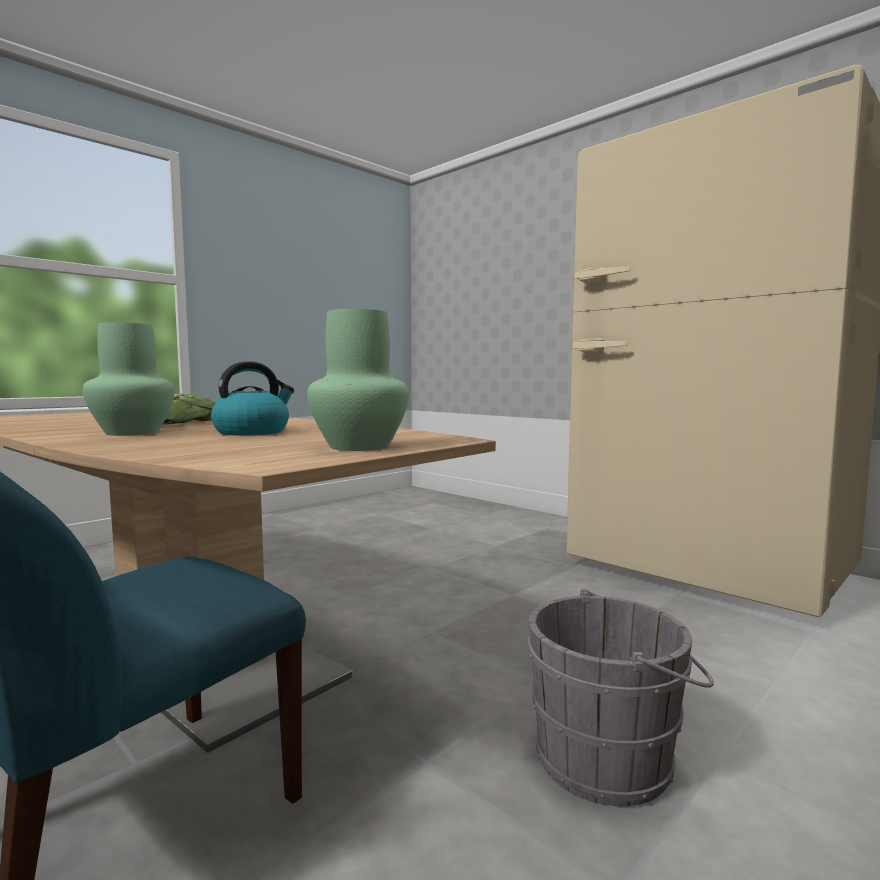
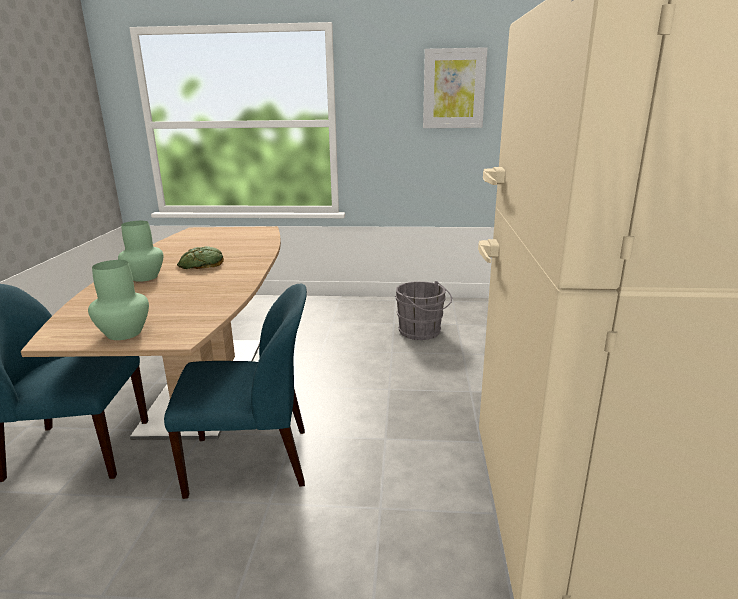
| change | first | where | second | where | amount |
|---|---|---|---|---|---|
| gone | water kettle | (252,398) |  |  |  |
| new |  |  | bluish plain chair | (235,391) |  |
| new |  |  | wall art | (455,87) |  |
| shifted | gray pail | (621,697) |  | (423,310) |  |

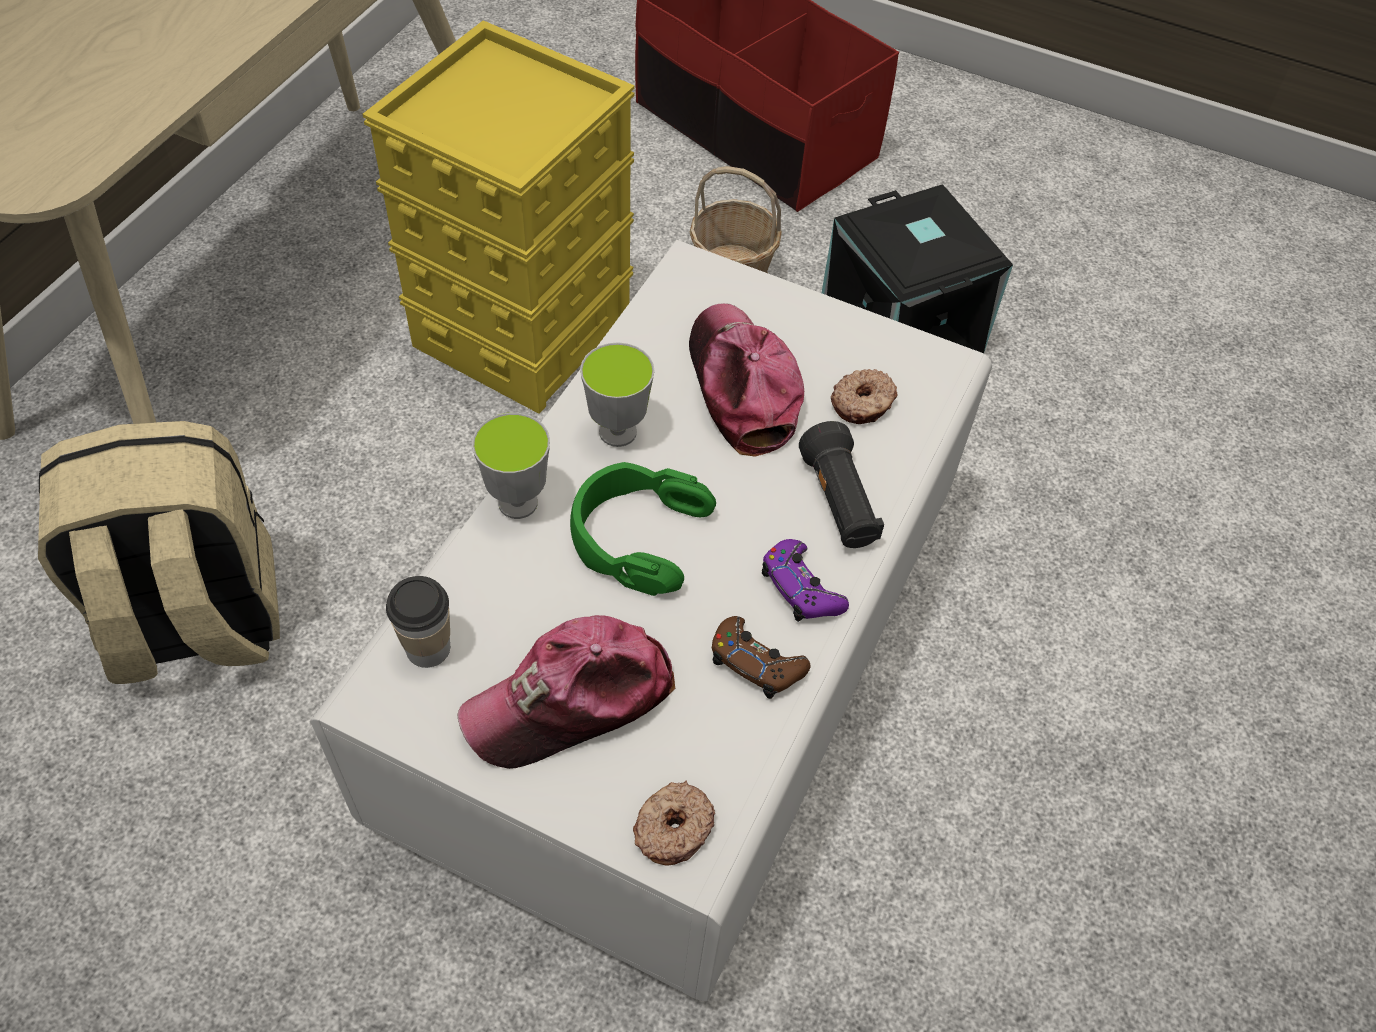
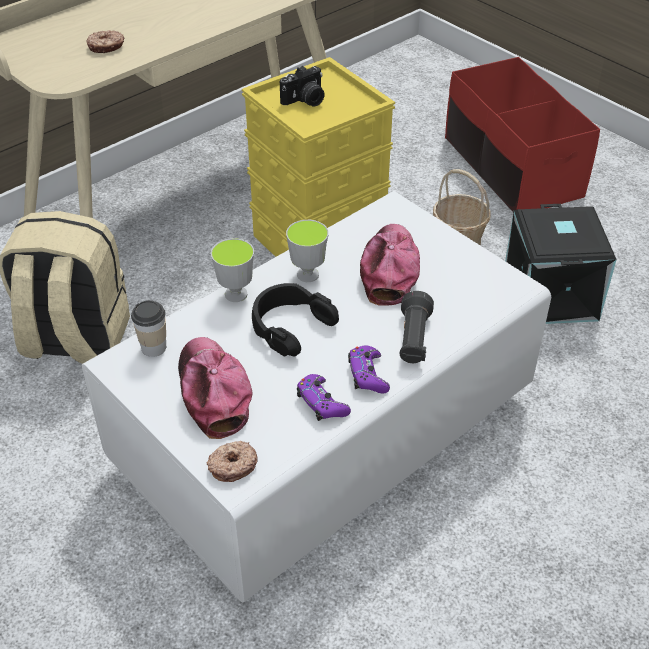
| change | first | where | second | where | amount |
|---|---|---|---|---|---|
| new |  |  | photo camera | (302,86) |  |
| shifted | ring doughnut | (864,396) |  | (105,41) |  |
| repainted | green headphones | (643,529) | black headphones | (295,319) |  |
| repainted | brown gamepad | (761,657) | purple gamepad | (324,397) |  |
| rotated | baseball cap | (566,692) |  | (215,388) | 75 degrees clockwise |

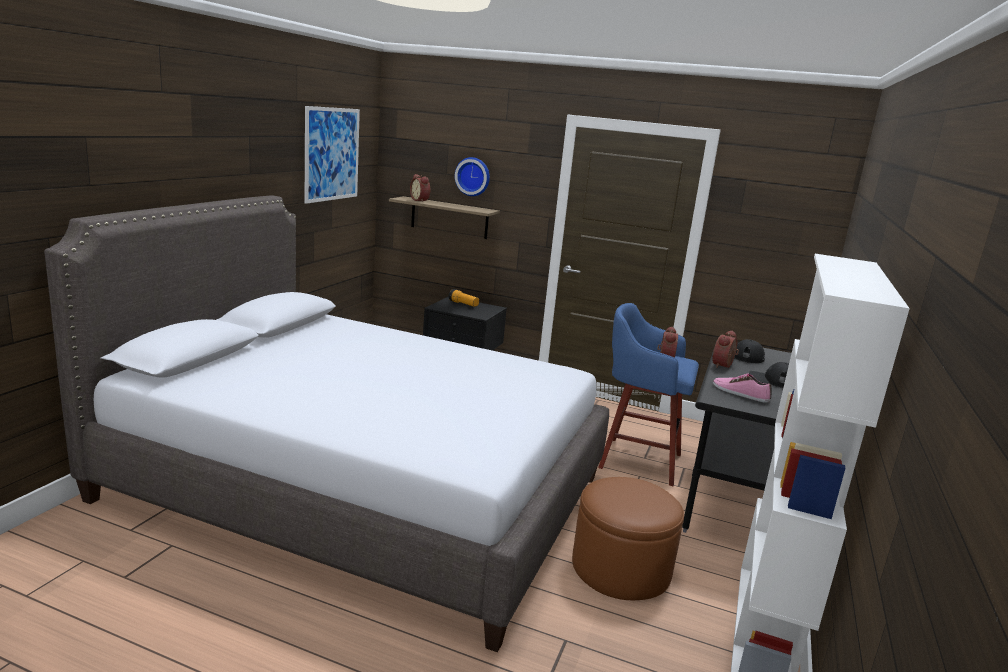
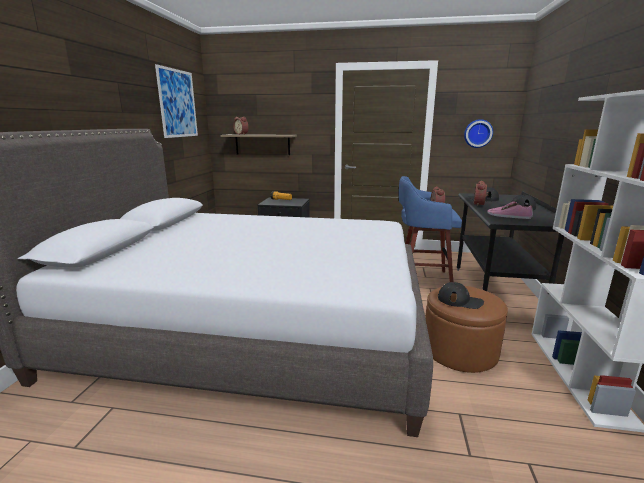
| change | first | where | second | where | amount |
|---|---|---|---|---|---|
| new |  |  | black baseball cap | (461,295) |  |
| shifted | clock on the wall | (472,176) |  | (478,133) |  |

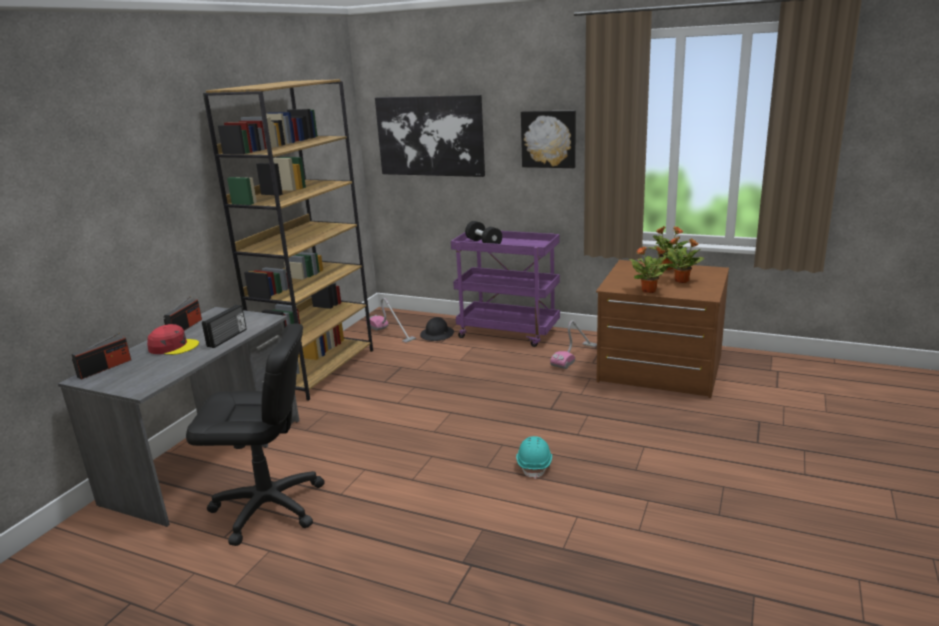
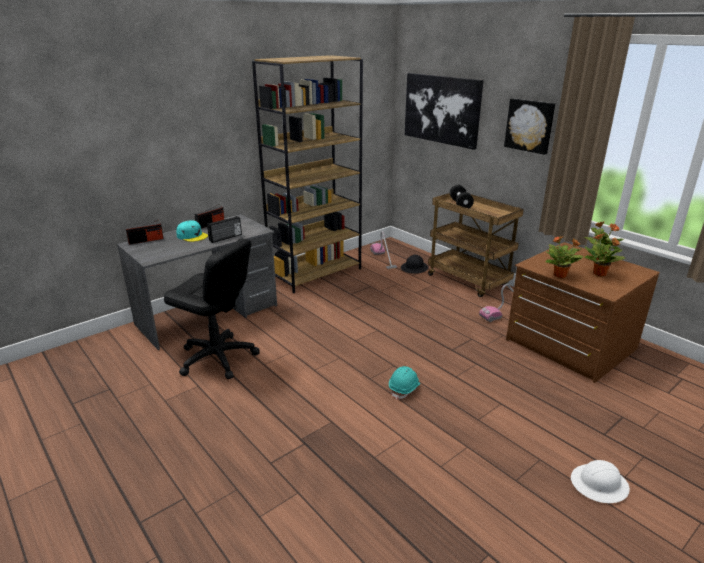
| change | first | where | second | where | amount |
|---|---|---|---|---|---|
| new |  |  | white hard hat | (600,481) |  |
| repainted | red baseball cap | (173,339) | turquoise-coloured baseball cap | (192,231) |  |
| repainted | purple cart | (505,289) | brown cart | (476,245) |  |

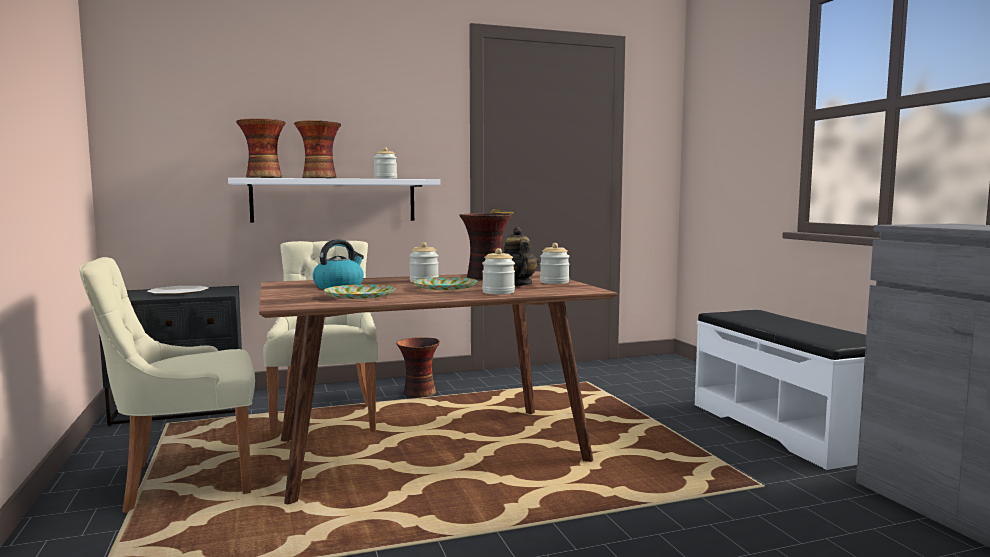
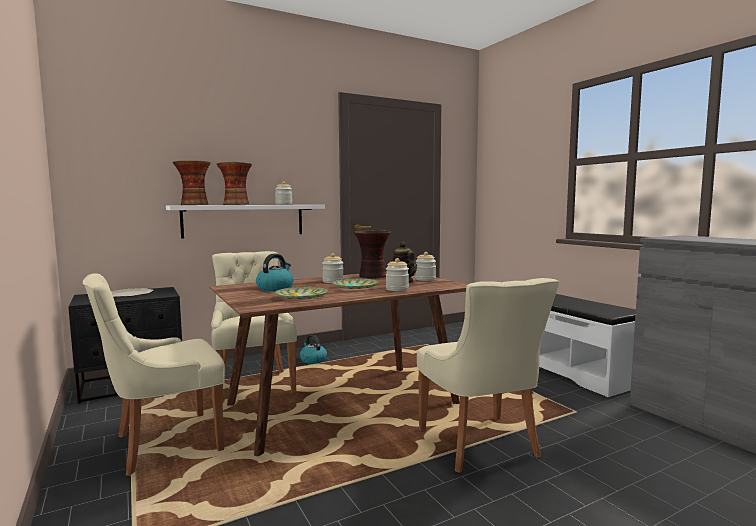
| change | first | where | second | where | amount |
|---|---|---|---|---|---|
| new |  |  | beige-coloured plain chair | (488,375) |  |
| swapped | decorative vase | (418,367) | water kettle | (313,349) |  |

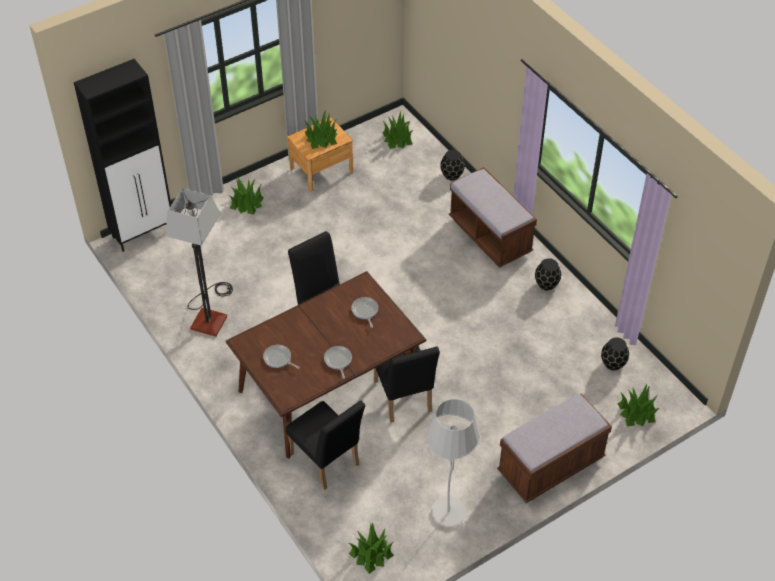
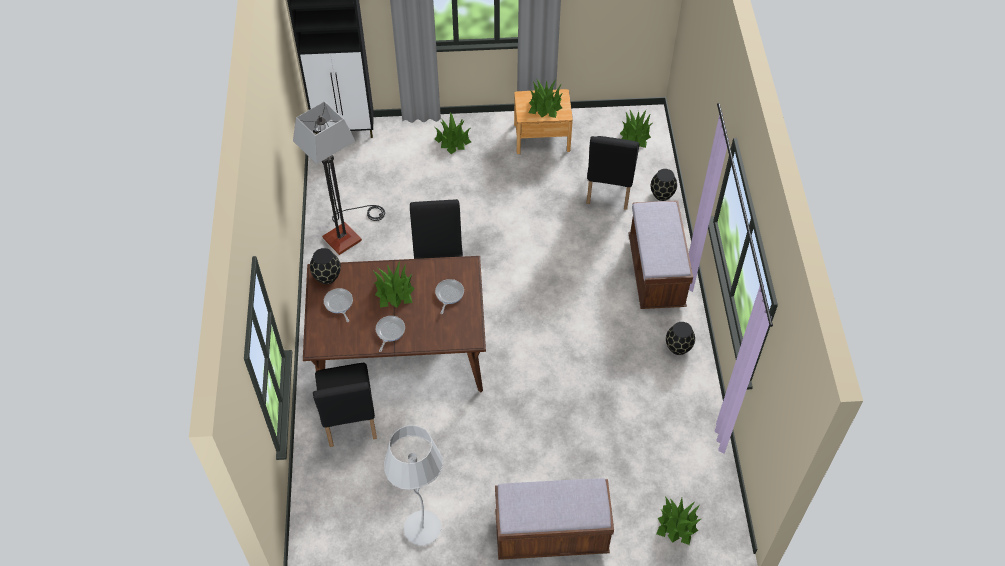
| change | first | where | second | where | amount |
|---|---|---|---|---|---|
| shifted | plant in a pot | (371,548) |  | (393,284) |  |
| shifted | black plain chair | (407,384) |  | (613,173) |  |
| shifted | black decorative vase | (615,354) |  | (325,266) |  |

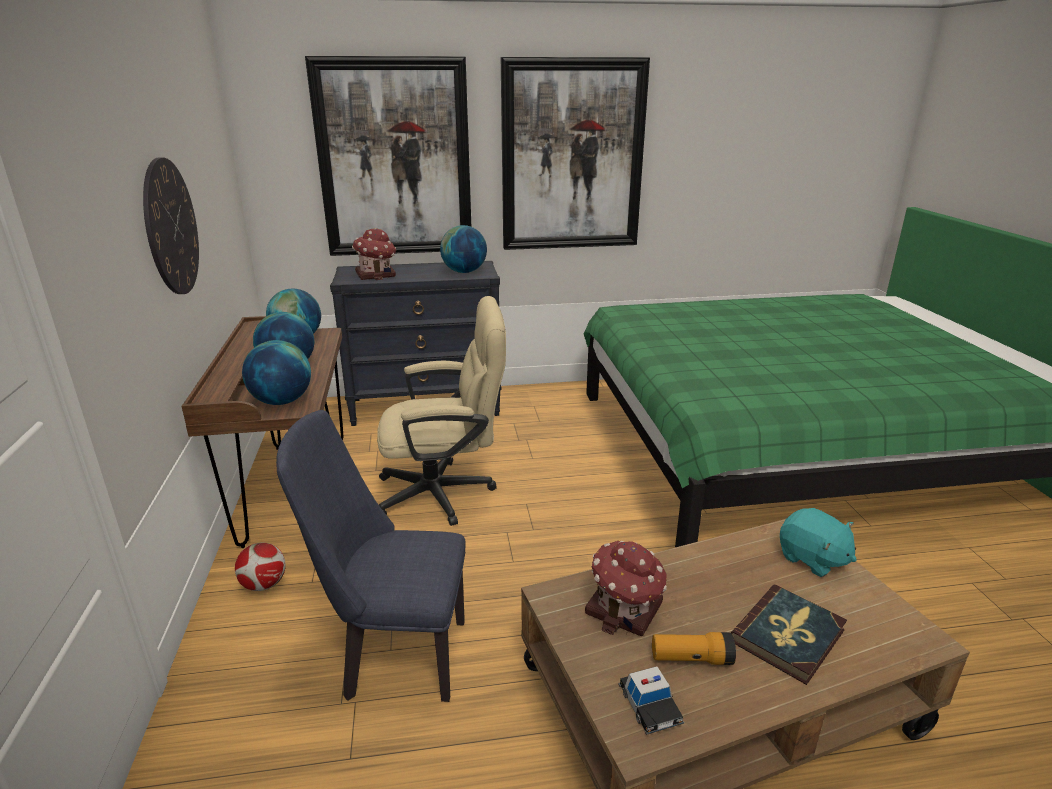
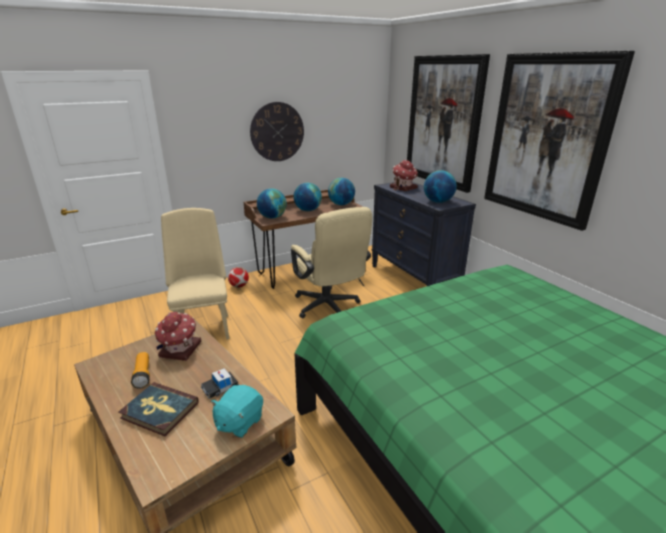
| change | first | where | second | where | amount |
|---|---|---|---|---|---|
| shifted | model car | (651,700) |  | (220,383) |  |
| repainted | bluish plain chair | (371,556) | beige-coloured plain chair | (195,273) |  |

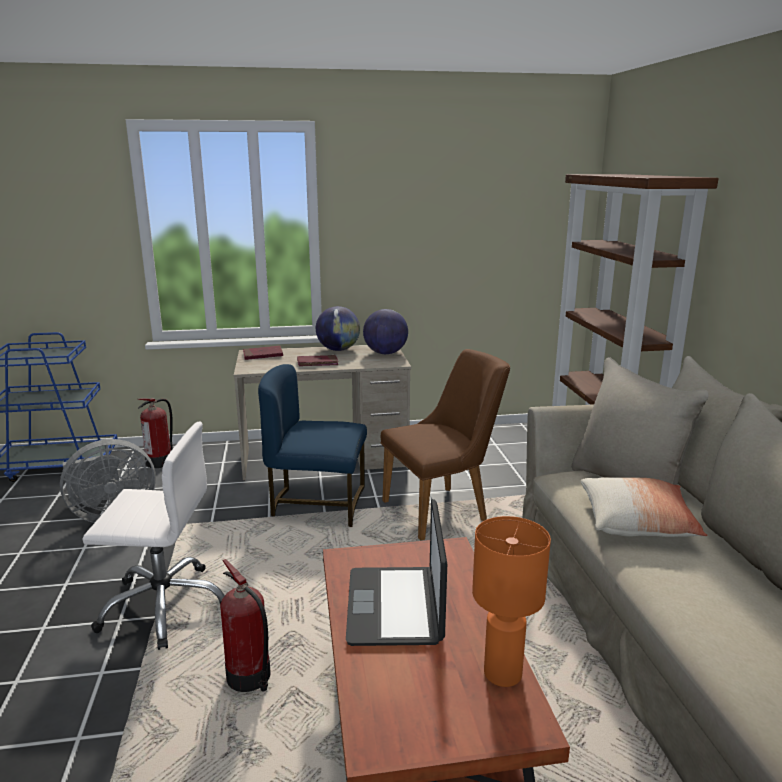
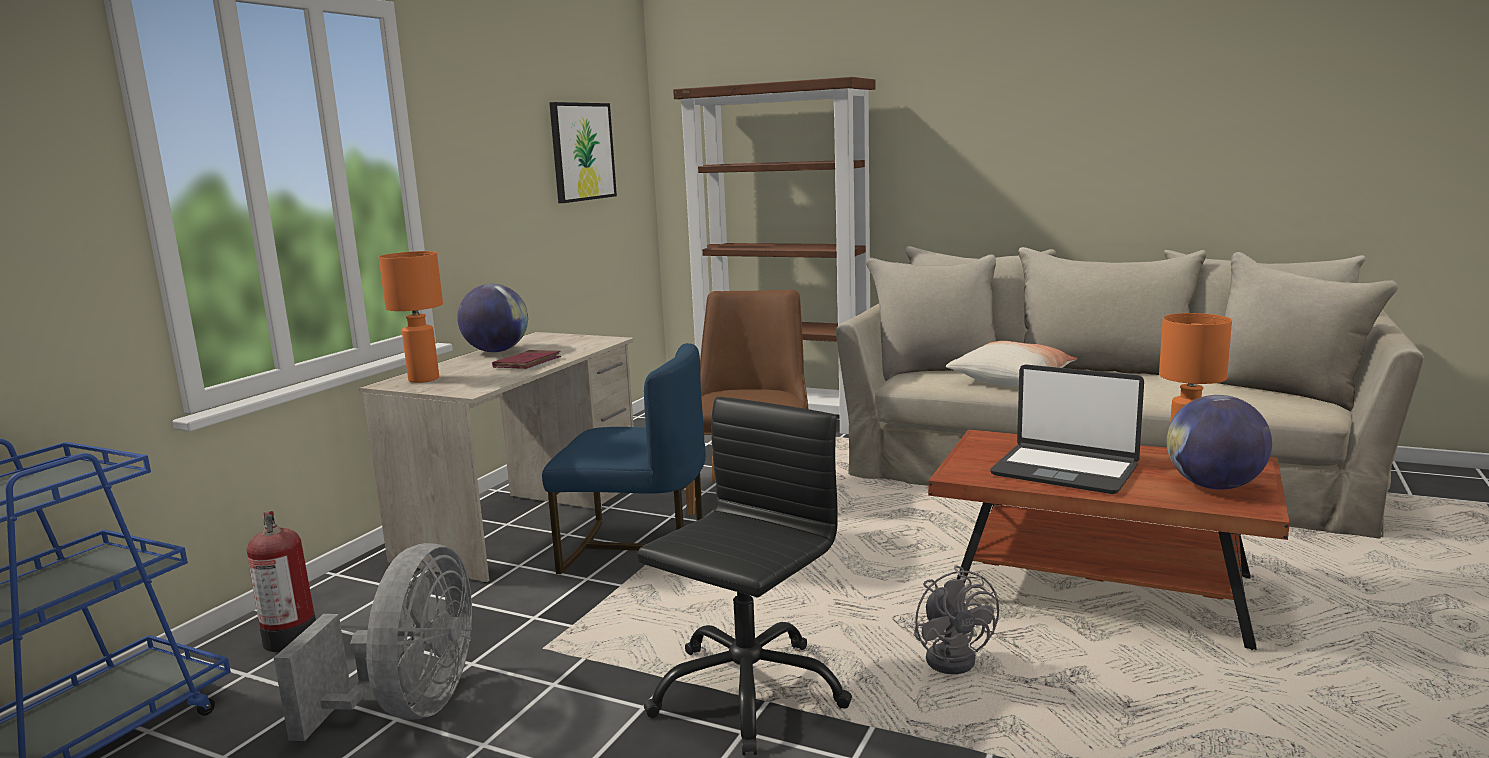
| change | first | where | second | where | amount |
|---|---|---|---|---|---|
| new |  |  | wall art | (583,152) |  |
| shifted | globe | (385,331) |  | (1219,442) |  |
| swapped | fire-fighting cylinder | (245,625) | gray electric fan | (956,619) |  |
| swapped | red book | (263,353) | orange tabletop lamp | (411,317) |  |
| repainted | white office chair | (153,536) | black office chair | (744,576) |  |
| rotated | bluish plain chair | (312,445) |  | (624,458) | 120 degrees counterclockwise |

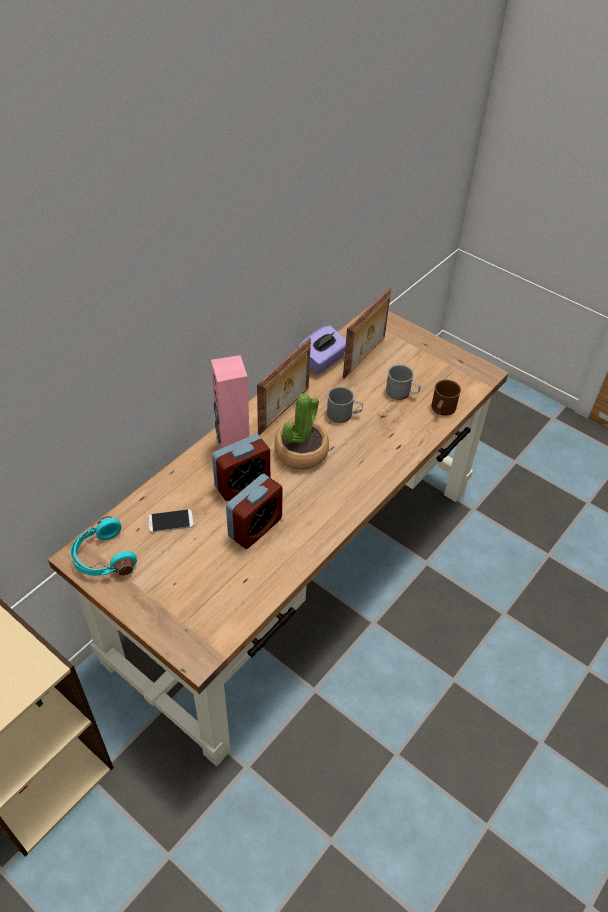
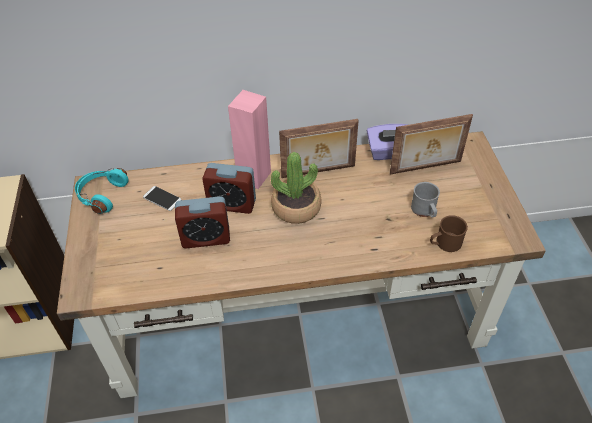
| change | first | where | second | where | amount |
|---|---|---|---|---|---|
| gone | gray mug | (345,405) |  |  |  |

